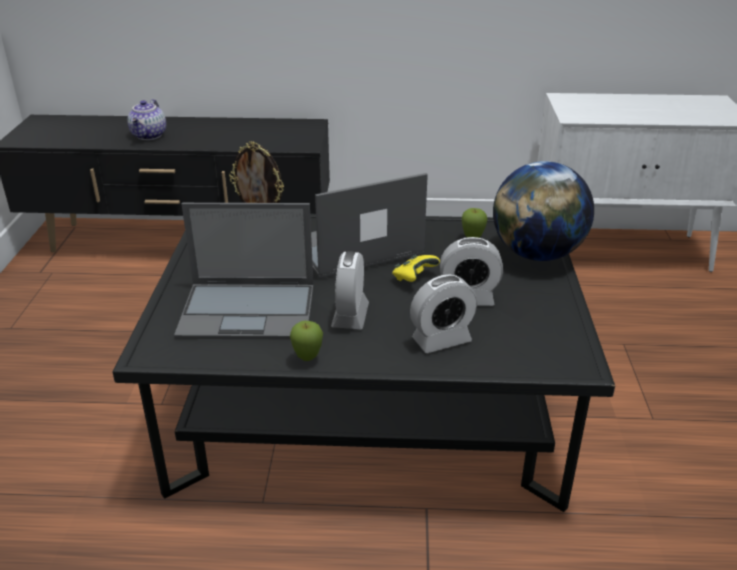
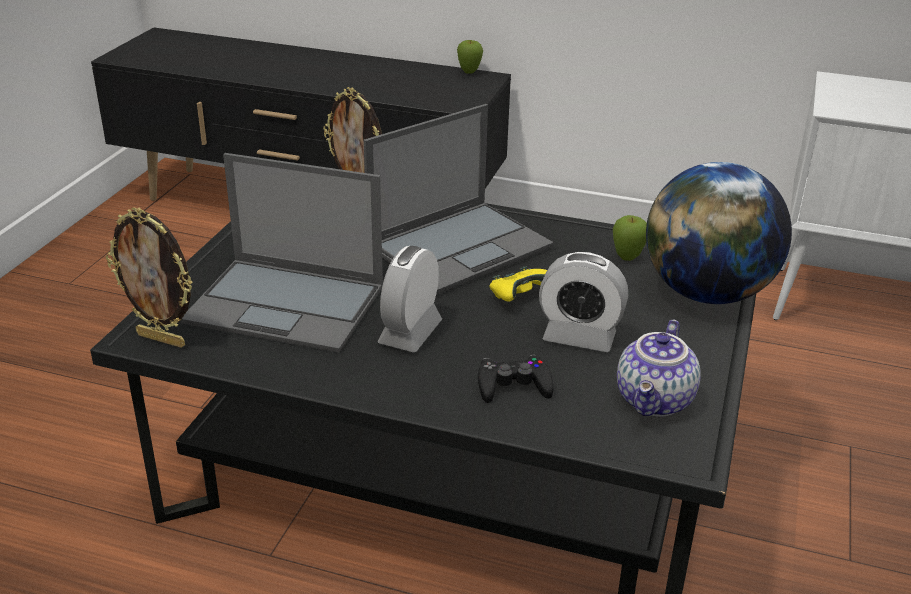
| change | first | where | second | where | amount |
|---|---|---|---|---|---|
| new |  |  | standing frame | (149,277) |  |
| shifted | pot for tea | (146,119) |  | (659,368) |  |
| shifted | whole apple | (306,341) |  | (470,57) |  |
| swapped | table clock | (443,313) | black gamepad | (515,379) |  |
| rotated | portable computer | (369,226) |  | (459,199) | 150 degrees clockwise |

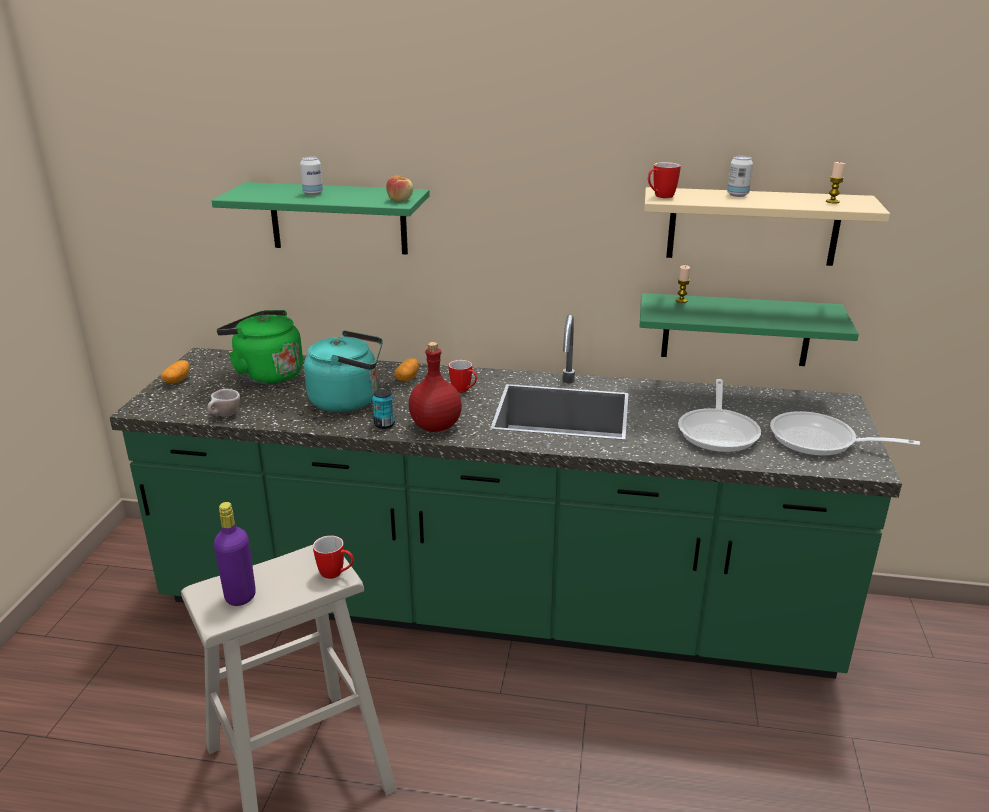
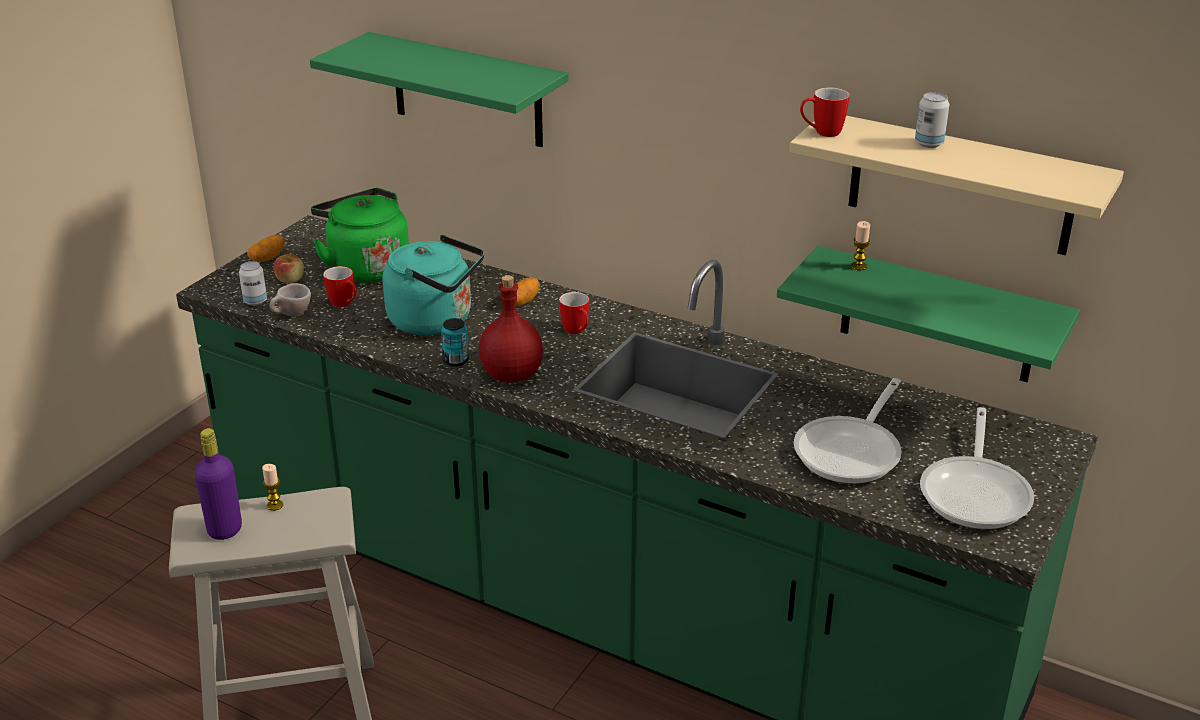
| change | first | where | second | where | amount |
|---|---|---|---|---|---|
| shifted | metal can | (311,176) |  | (253,283) |  |
| shifted | mug | (333,557) |  | (340,286) |  |
| shifted | whole apple | (399,188) |  | (288,268) |  |
| shifted | candle | (835,182) |  | (272,487) |  |
| rotated | skillet | (845,433) |  | (977,468) | 120 degrees counterclockwise |

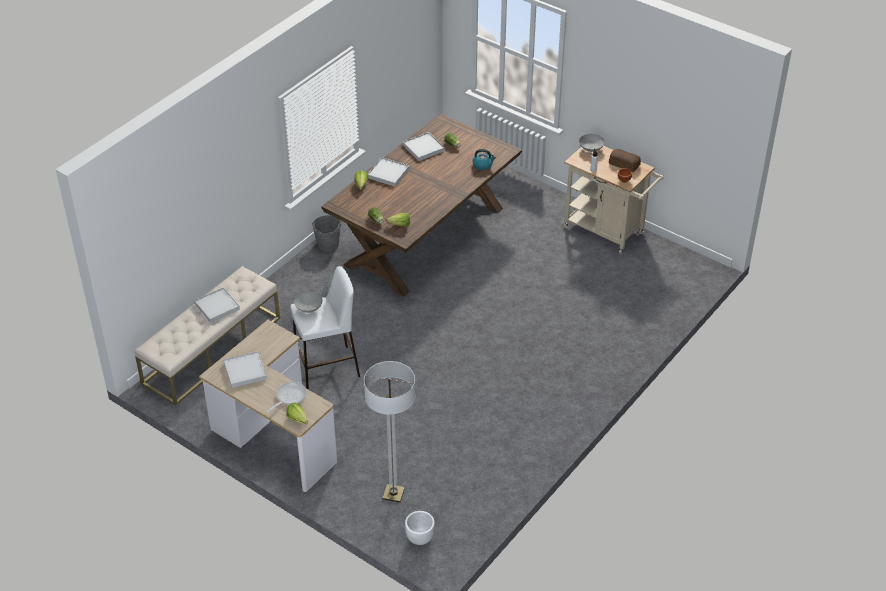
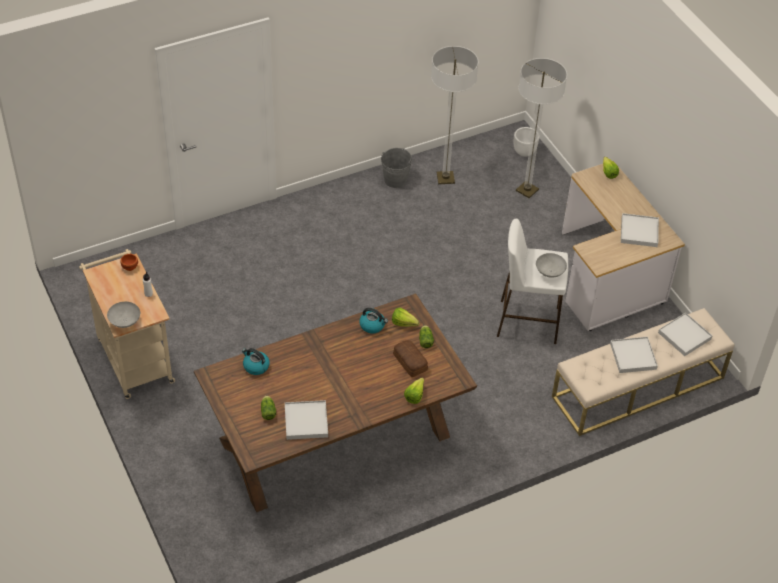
| change | first | where | second | where | amount |
|---|---|---|---|---|---|
| gone | skillet | (286,397) |  |  |  |
| new |  |  | water kettle | (373,320) |  |
| new |  |  | floor lamp | (454,115) |  |
| shifted | gray pail | (327,233) |  | (396,168) |  |
| shifted | white serving tray | (388,172) |  | (685,334) |  |
| shifted | bakery bread | (625,160) |  | (410,358) |  |

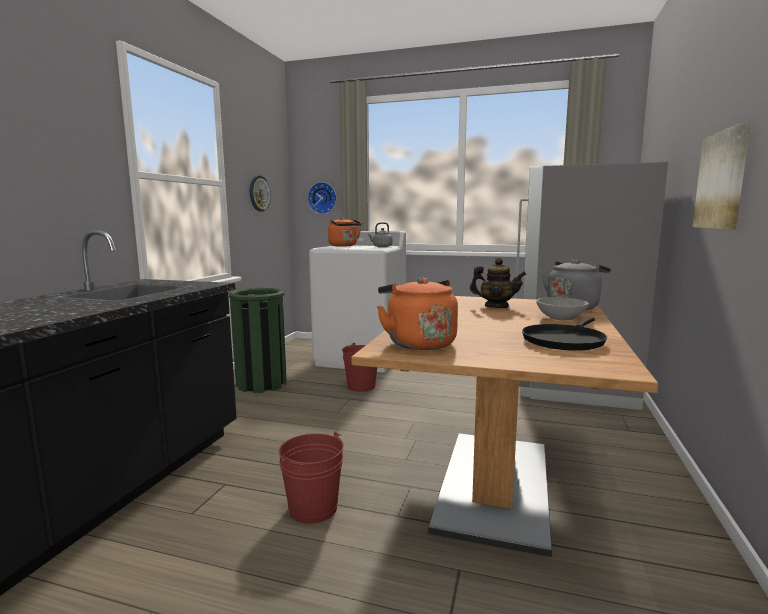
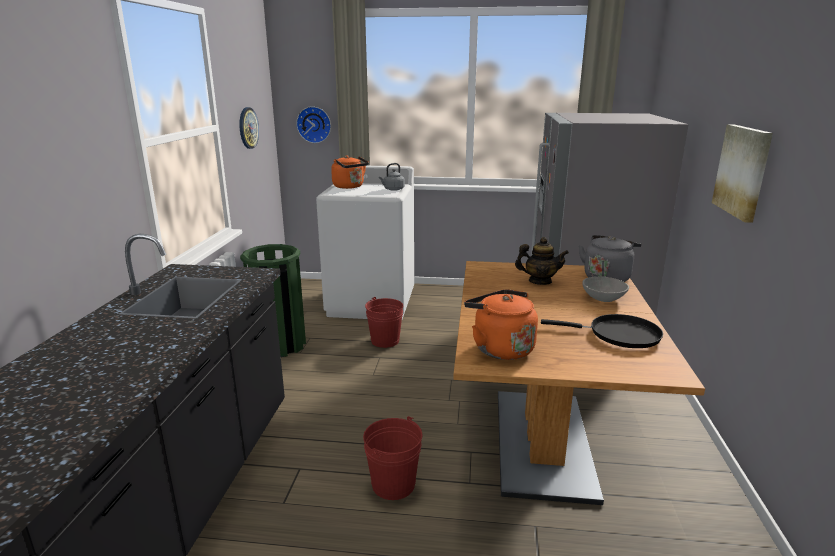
| change | first | where | second | where | amount |
|---|---|---|---|---|---|
| rotated | black skillet | (564,334) |  | (602,331) | 105 degrees counterclockwise |

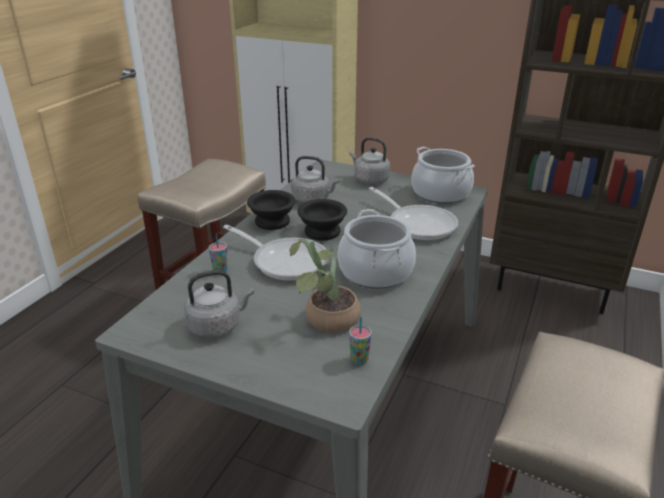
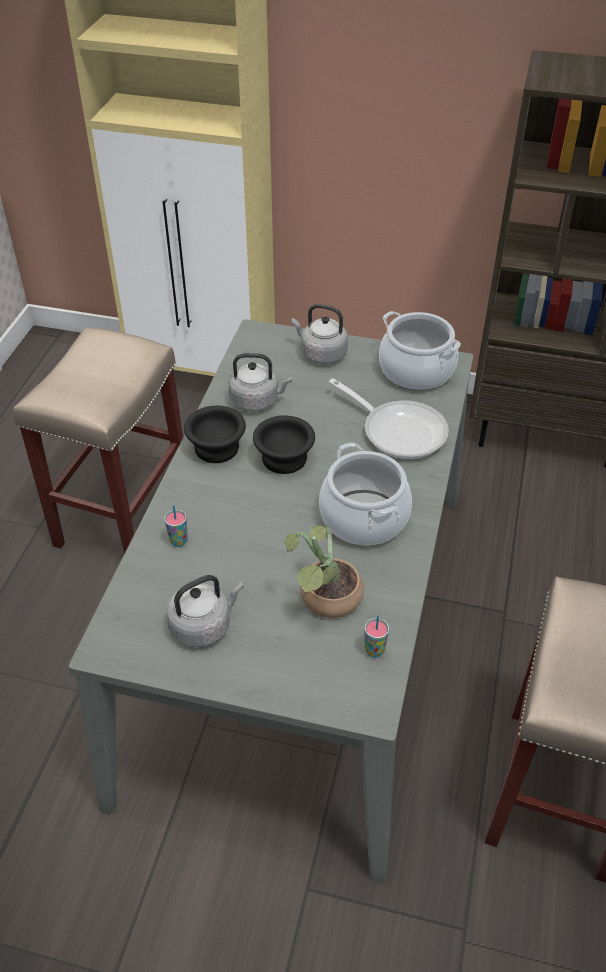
| change | first | where | second | where | amount |
|---|---|---|---|---|---|
| gone | skillet | (275,253) |  |  |  |

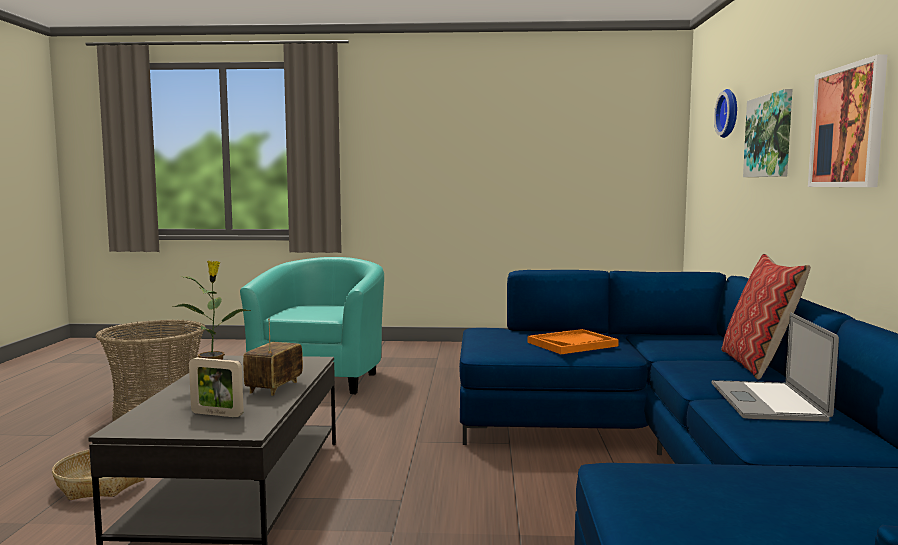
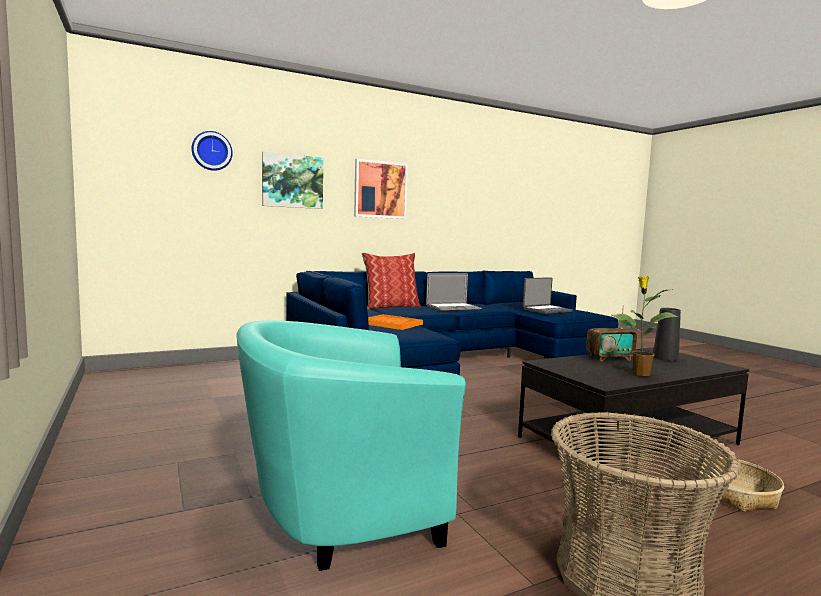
| change | first | where | second | where | amount |
|---|---|---|---|---|---|
| new |  |  | portable computer | (548,295) |  |
| swapped | standing frame | (216,387) | black decorative vase | (667,334) |  |

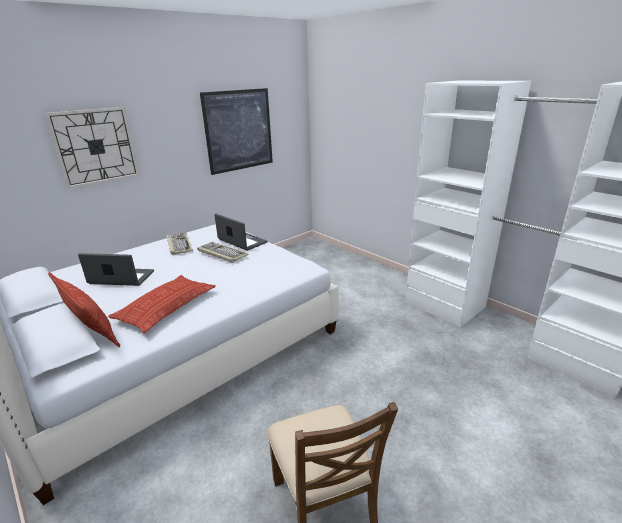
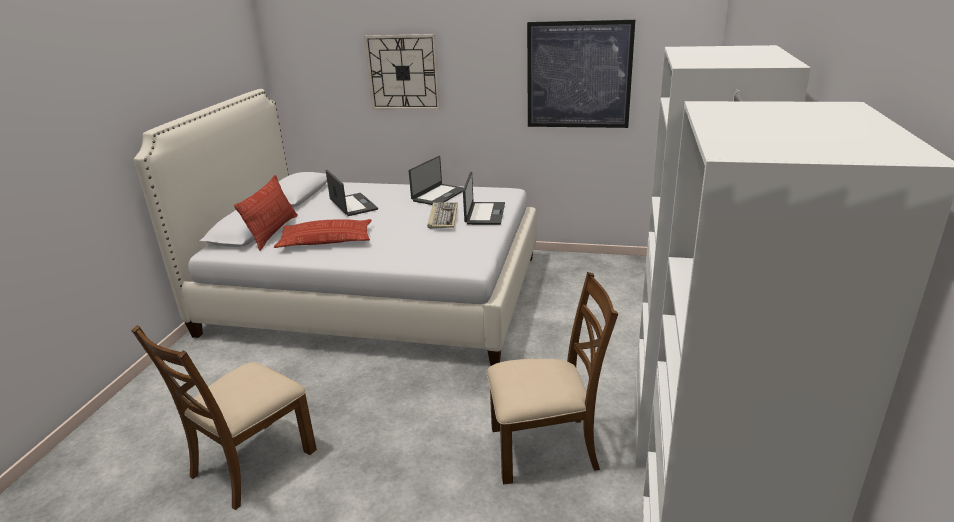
| change | first | where | second | where | amount |
|---|---|---|---|---|---|
| new |  |  | brown plain chair | (552,378) |  |
| swapped | PC keyboard | (179,244) | portable computer | (436,180) |  |

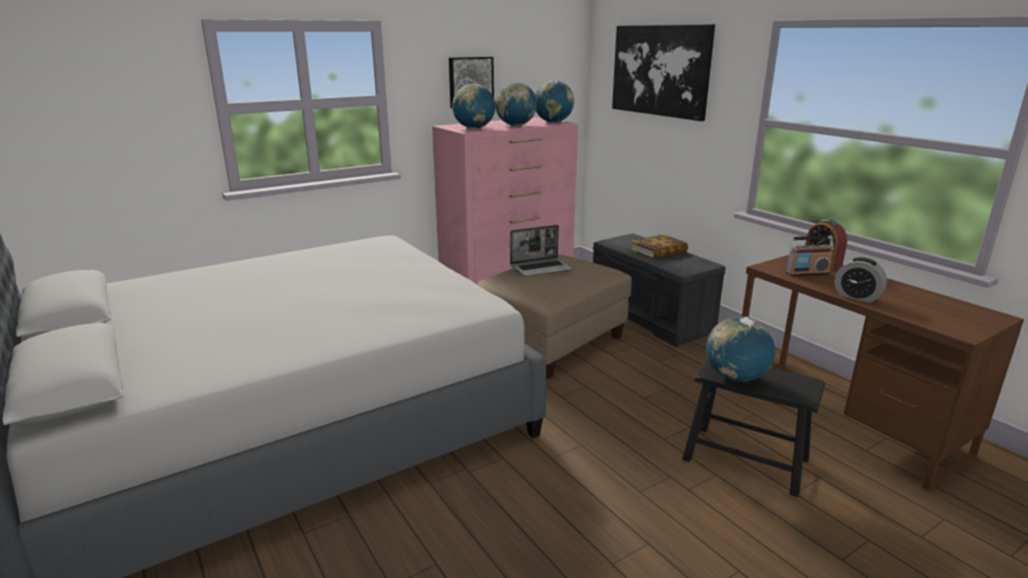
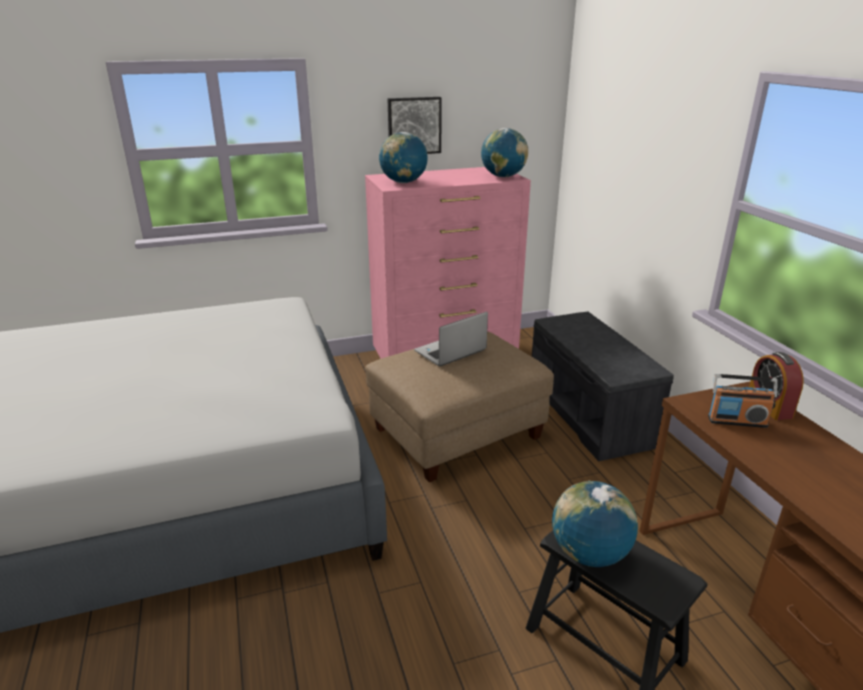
| change | first | where | second | where | amount |
|---|---|---|---|---|---|
| gone | globe | (516,104) |  |  |  |
| gone | wall art | (663,72) |  |  |  |
| gone | book | (659,246) |  |  |  |
| gone | table clock | (861,280) |  |  |  |
| rotated | portable computer | (541,251) |  | (451,339) | 150 degrees clockwise |

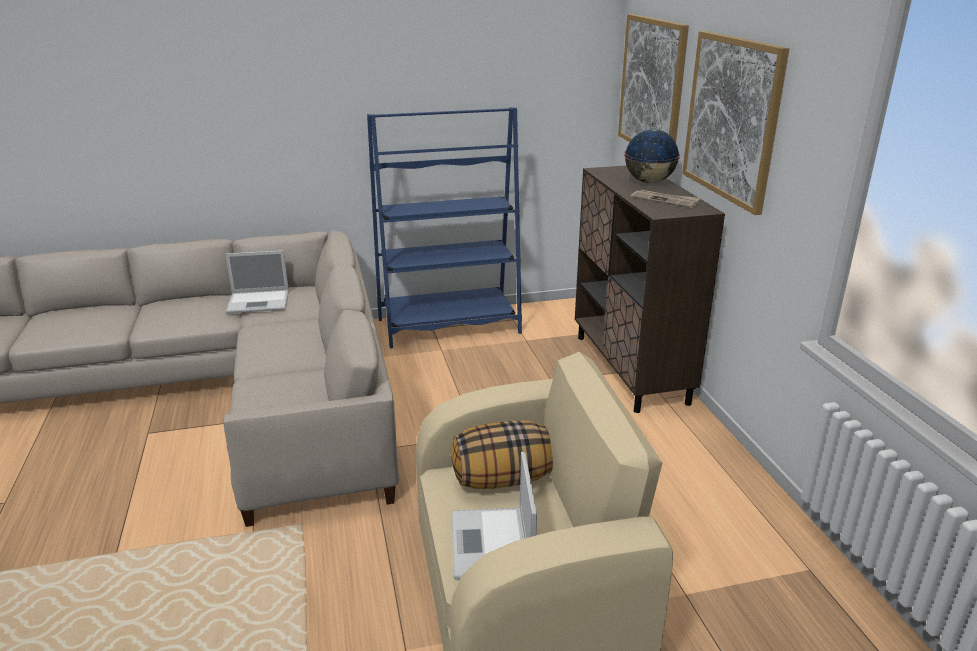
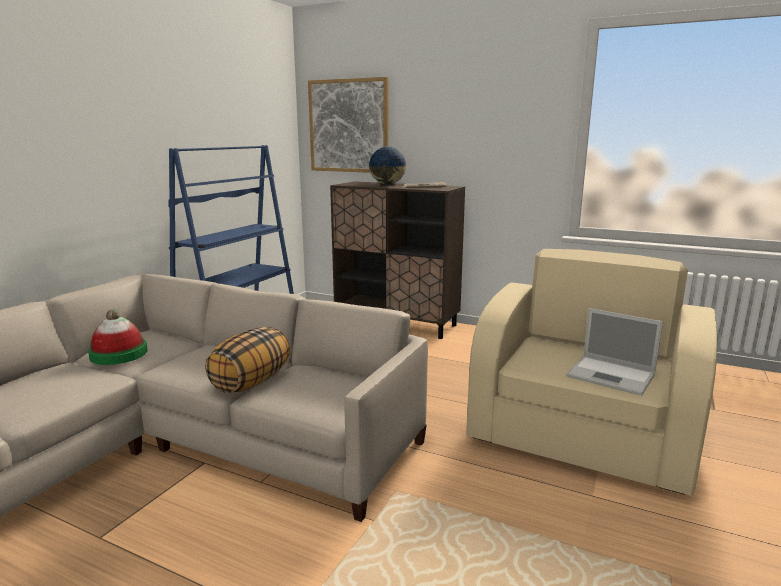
| change | first | where | second | where | amount |
|---|---|---|---|---|---|
| gone | wall art | (735,123) |  |  |  |
| shifted | cushion | (502,455) |  | (247,360) |  |
| swapped | portable computer | (257,282) | wearable hat | (117,337) |  |

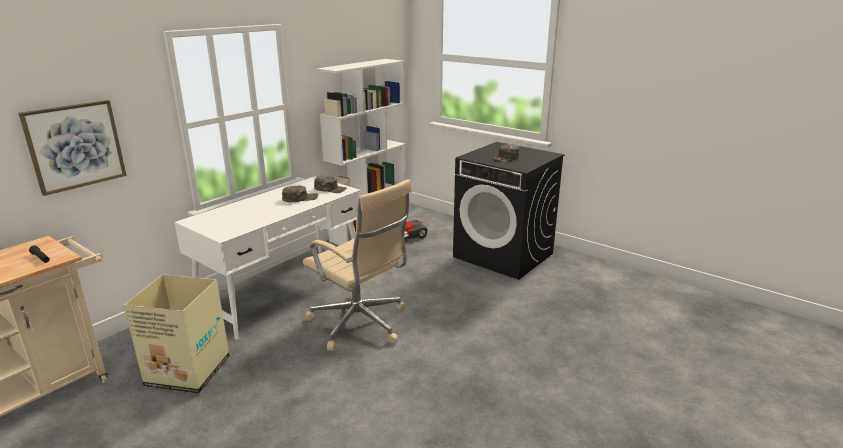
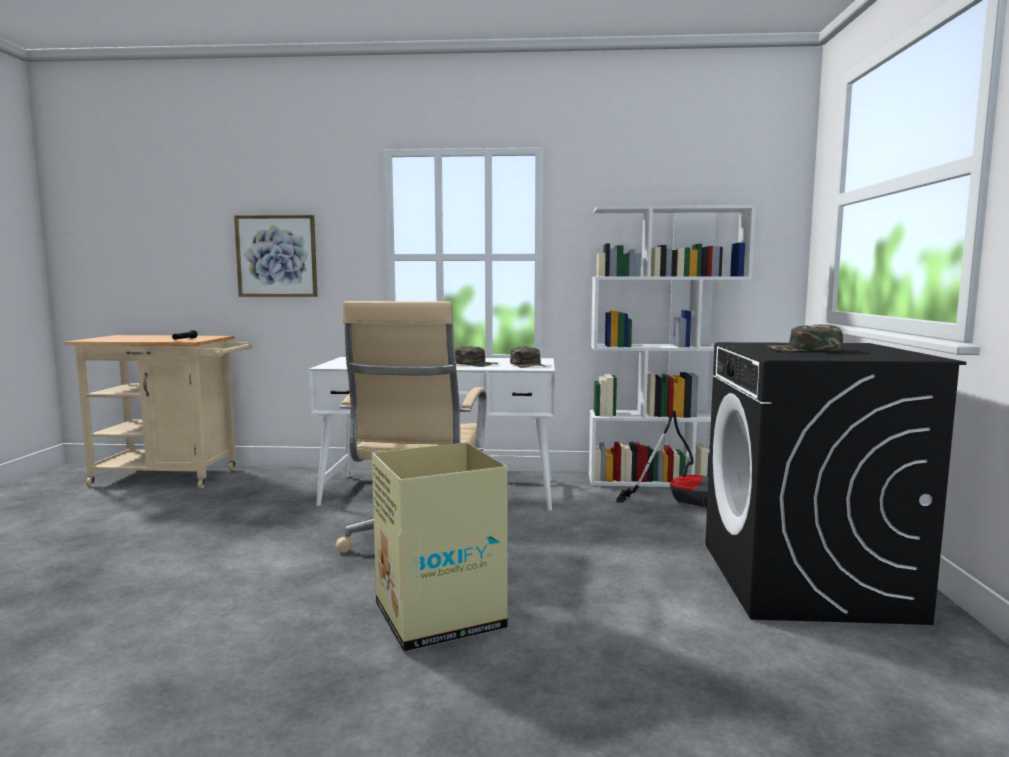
| change | first | where | second | where | amount |
|---|---|---|---|---|---|
| shifted | carton | (177,334) |  | (440,547) |  |

